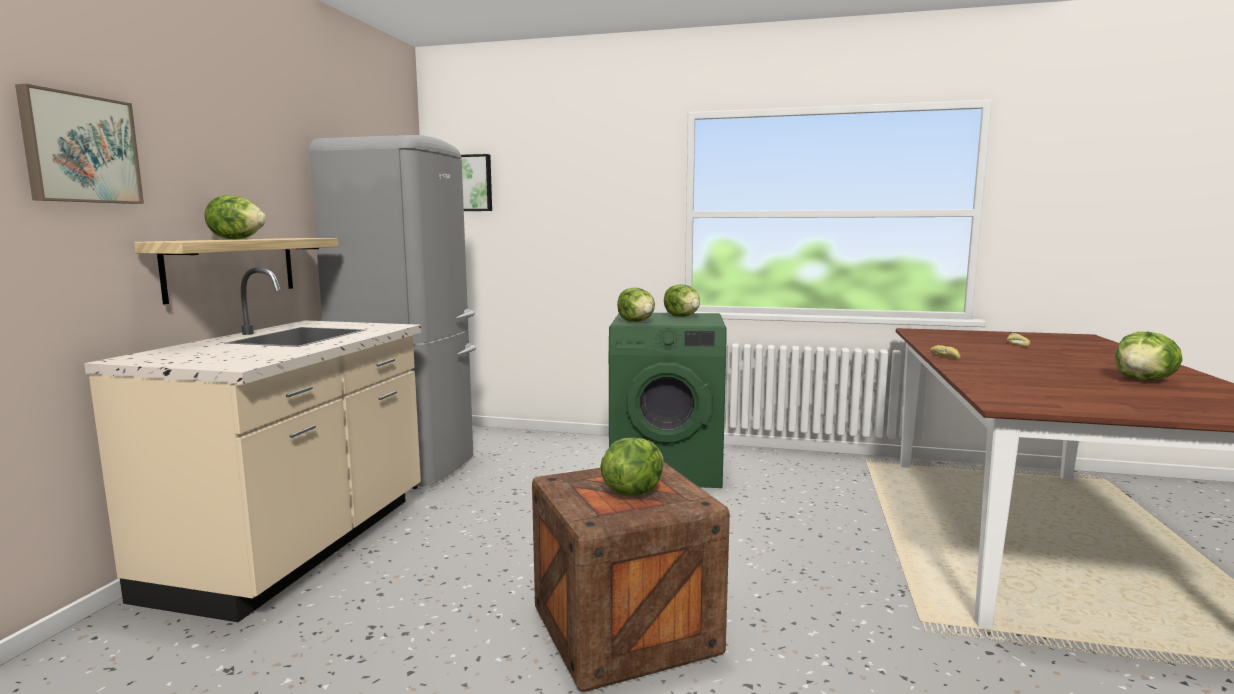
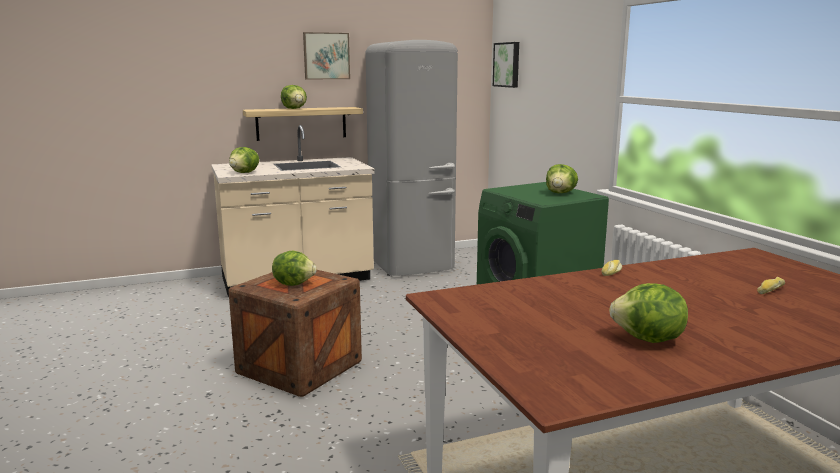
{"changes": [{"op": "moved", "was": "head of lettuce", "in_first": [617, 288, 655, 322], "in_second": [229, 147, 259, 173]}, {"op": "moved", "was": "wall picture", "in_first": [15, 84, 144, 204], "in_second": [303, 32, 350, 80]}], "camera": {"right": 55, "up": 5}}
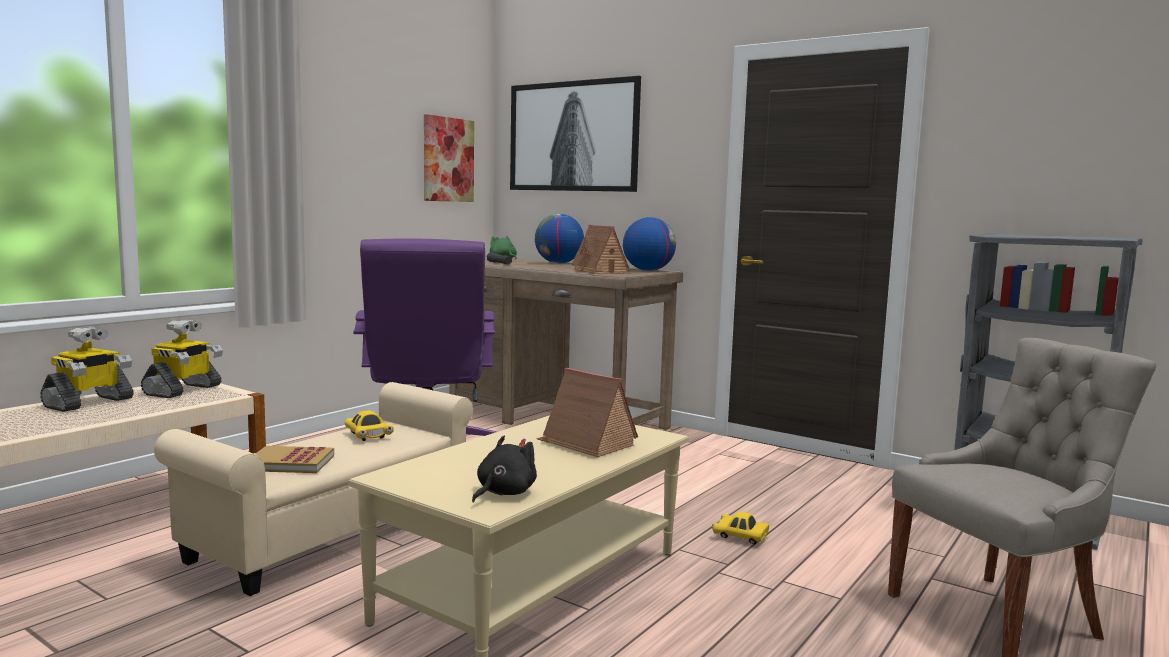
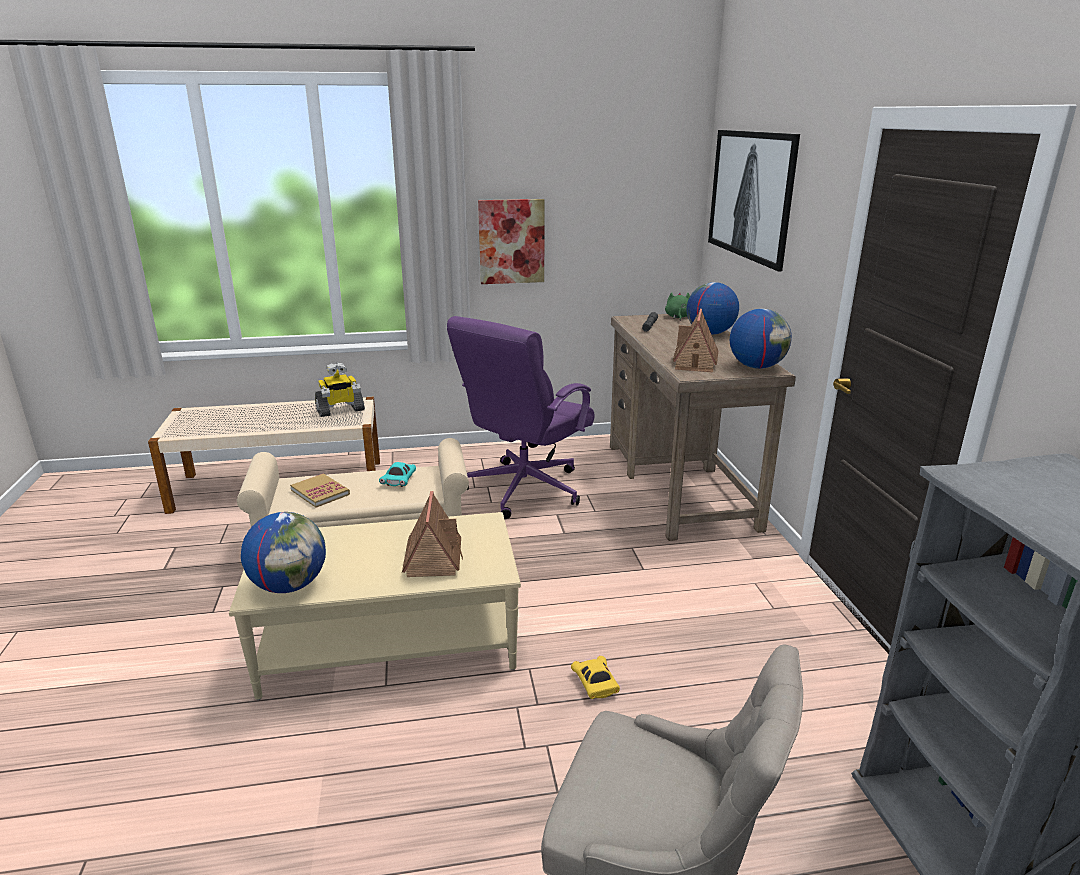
{"changes": [{"op": "replaced", "was": "black cuddly toy", "now": "world globe", "in_first": [472, 436, 537, 503], "in_second": [241, 512, 326, 593]}, {"op": "recoloured", "was": "yellowish miniature car", "now": "turquoise-coloured miniature car", "in_first": [345, 410, 394, 441], "in_second": [379, 462, 416, 487]}, {"op": "moved", "was": "wall picture", "in_first": [424, 114, 474, 202], "in_second": [478, 199, 545, 284]}, {"op": "removed", "was": "model robot", "in_first": [40, 327, 134, 412]}], "camera": {"right": 45, "up": 15}}
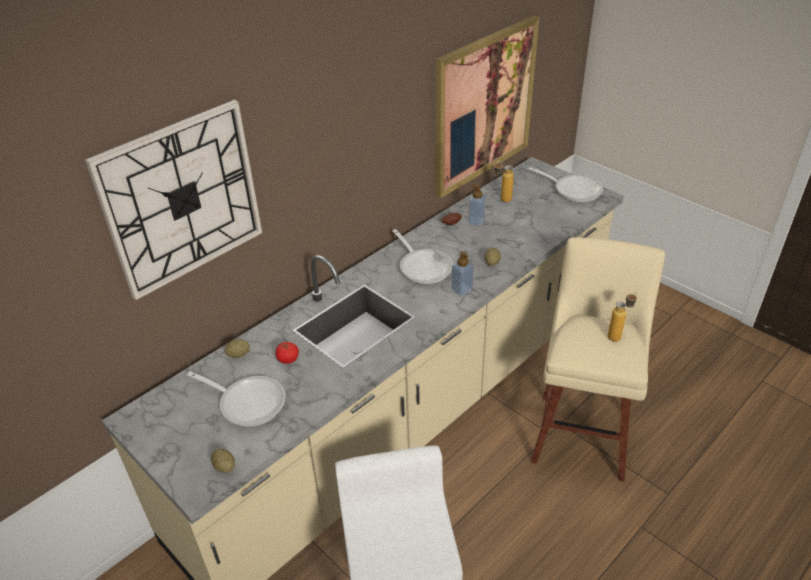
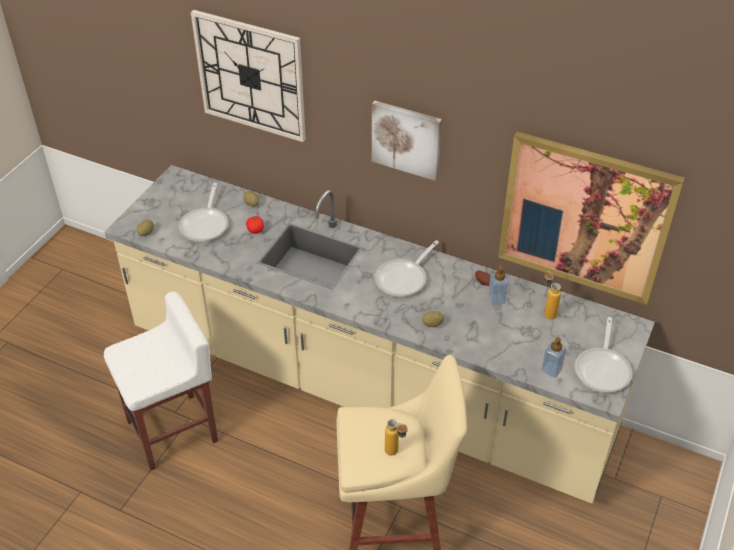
{"changes": [{"op": "added", "now": "wall picture", "in_second": [372, 101, 442, 181]}, {"op": "moved", "was": "liquid soap bottle", "in_first": [451, 252, 474, 296], "in_second": [541, 337, 566, 378]}], "camera": {"right": 70, "up": 5}}
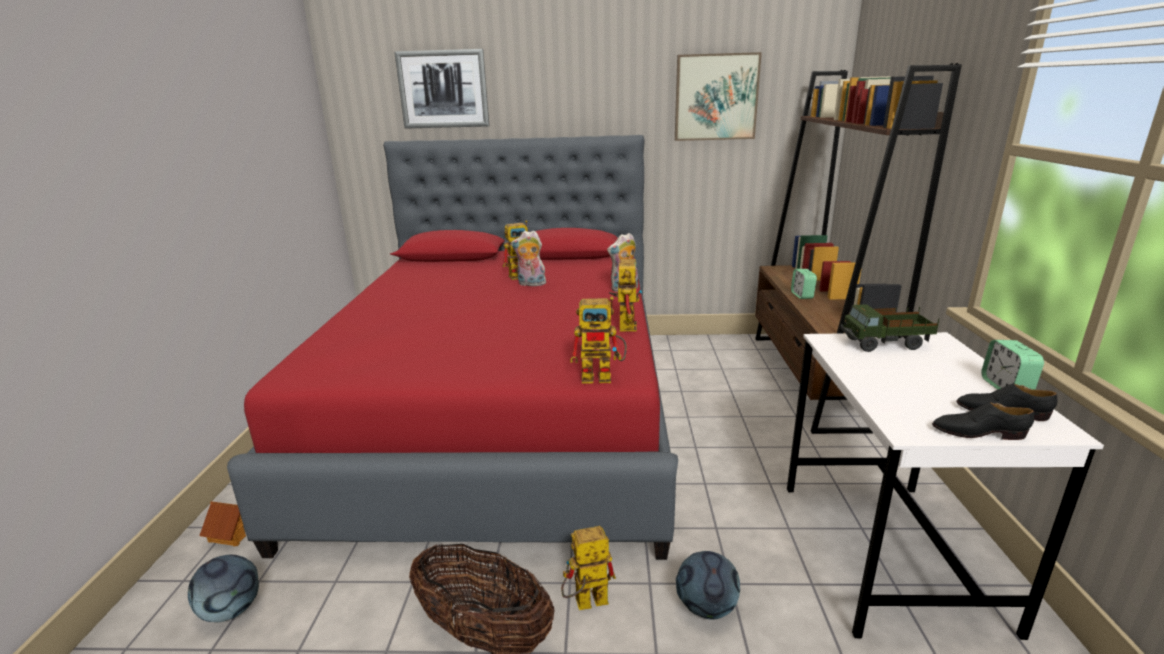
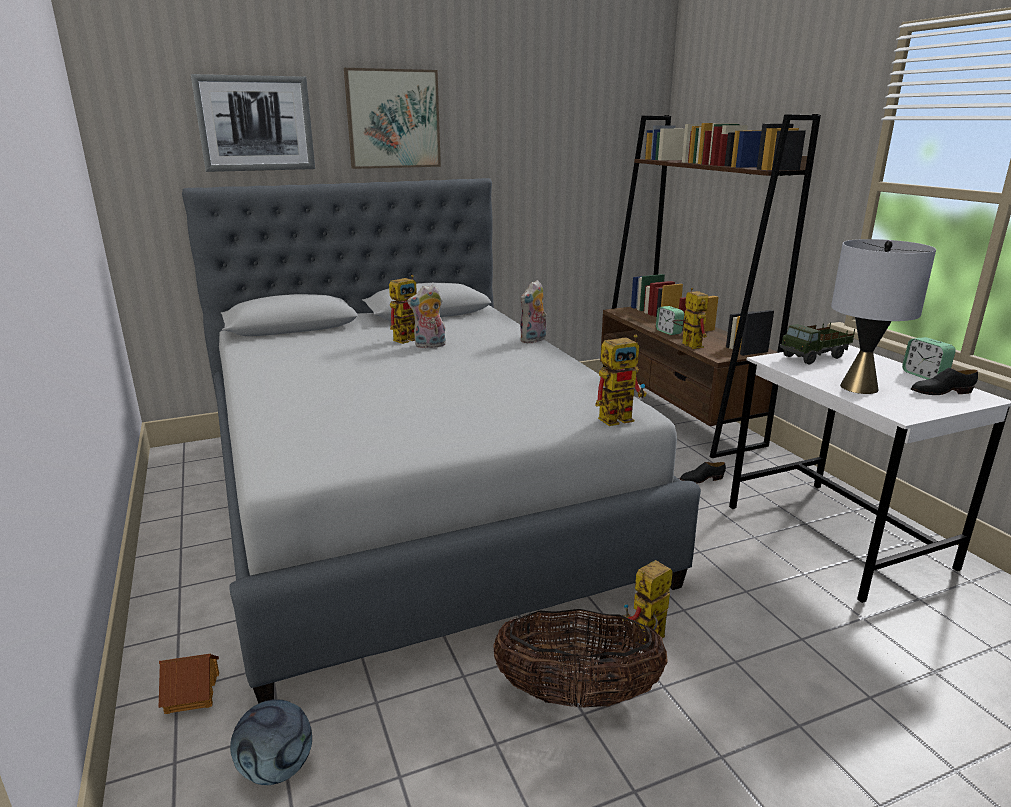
{"changes": [{"op": "recoloured", "was": "reddish bedroom bed", "now": "gray bedroom bed", "in_first": [227, 135, 678, 560], "in_second": [182, 178, 701, 704]}, {"op": "moved", "was": "wall picture", "in_first": [675, 52, 762, 141], "in_second": [344, 68, 441, 169]}, {"op": "moved", "was": "model robot", "in_first": [609, 254, 643, 331], "in_second": [672, 288, 709, 349]}, {"op": "moved", "was": "black item of footwear", "in_first": [932, 402, 1034, 440], "in_second": [680, 462, 726, 483]}, {"op": "added", "now": "gray tabletop lamp", "in_second": [831, 239, 936, 394]}, {"op": "removed", "was": "football", "in_first": [676, 551, 740, 619]}], "camera": {"right": -25, "up": 0}}
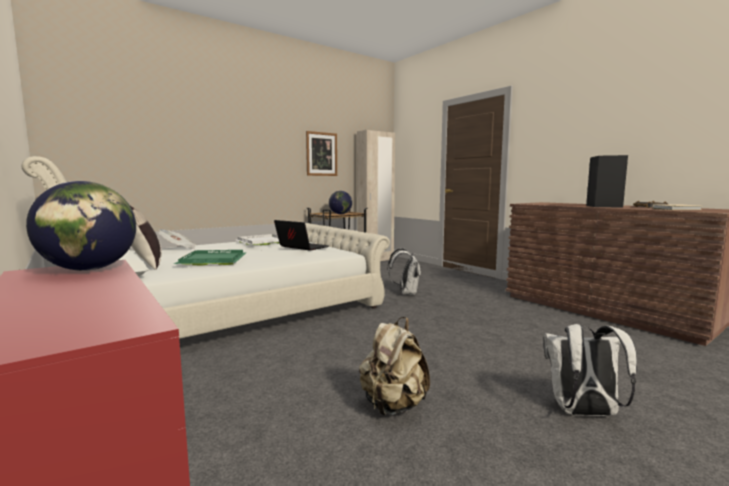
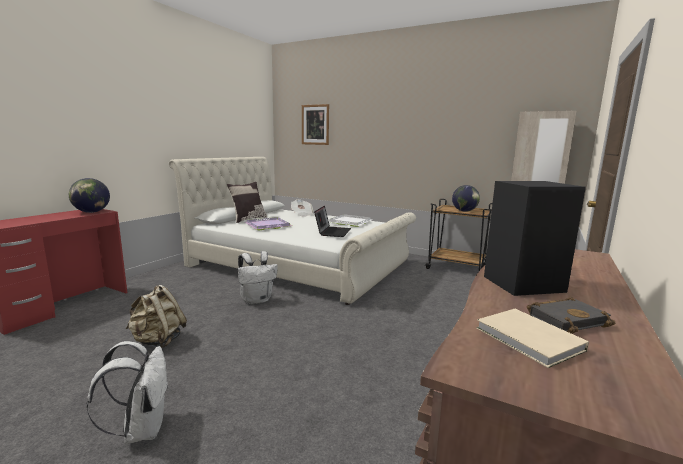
{"changes": [{"op": "moved", "was": "white-coloured rucksack", "in_first": [388, 248, 421, 296], "in_second": [238, 251, 278, 305]}, {"op": "recoloured", "was": "greenish tray", "now": "purple tray", "in_first": [174, 250, 246, 266], "in_second": [245, 217, 292, 231]}, {"op": "moved", "was": "wall picture", "in_first": [306, 131, 337, 176], "in_second": [302, 104, 329, 145]}], "camera": {"right": 65, "up": 5}}
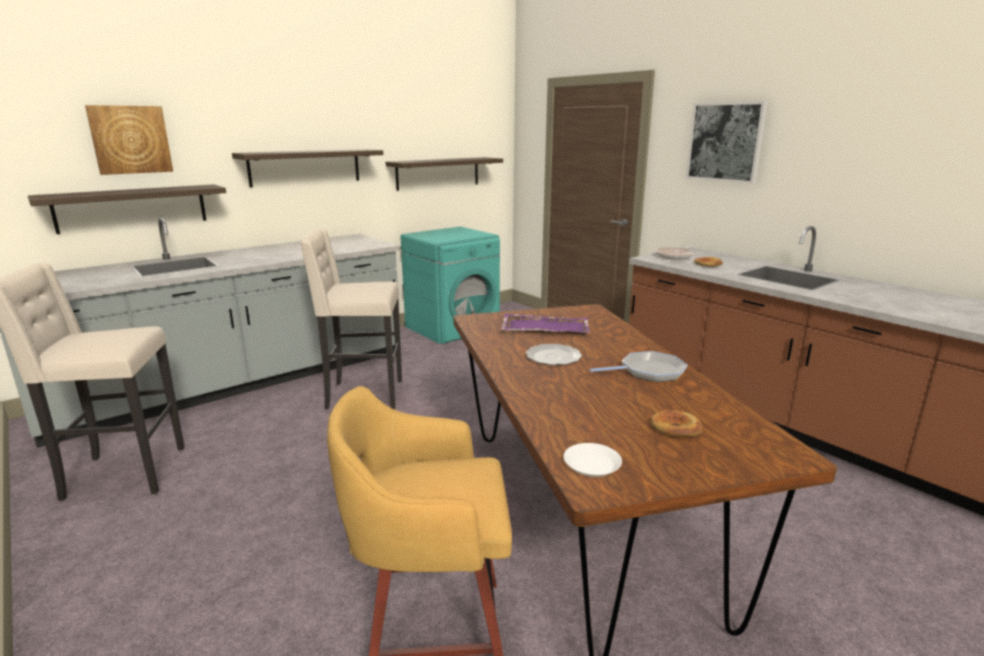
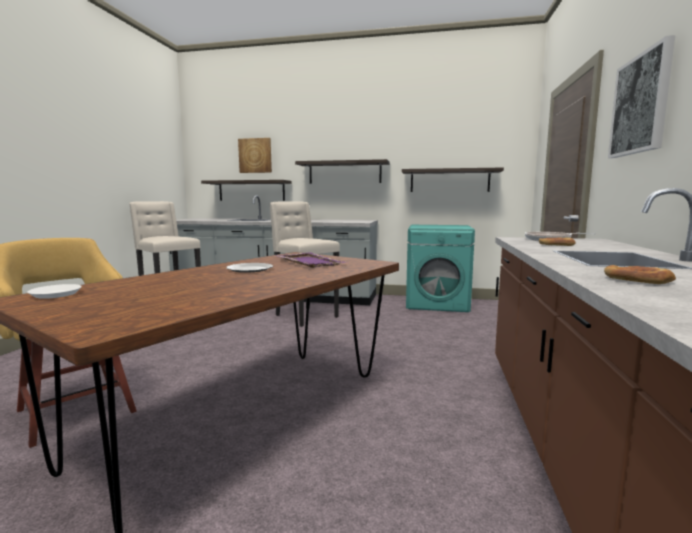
{"changes": [{"op": "moved", "was": "bread", "in_first": [651, 410, 703, 437], "in_second": [604, 265, 676, 284]}, {"op": "removed", "was": "frying pan", "in_first": [589, 351, 688, 382]}], "camera": {"right": 50, "up": -10}}
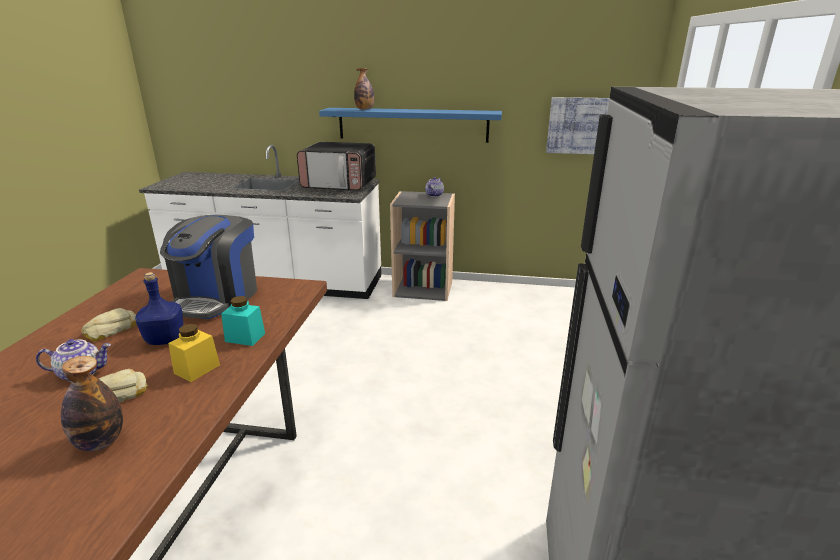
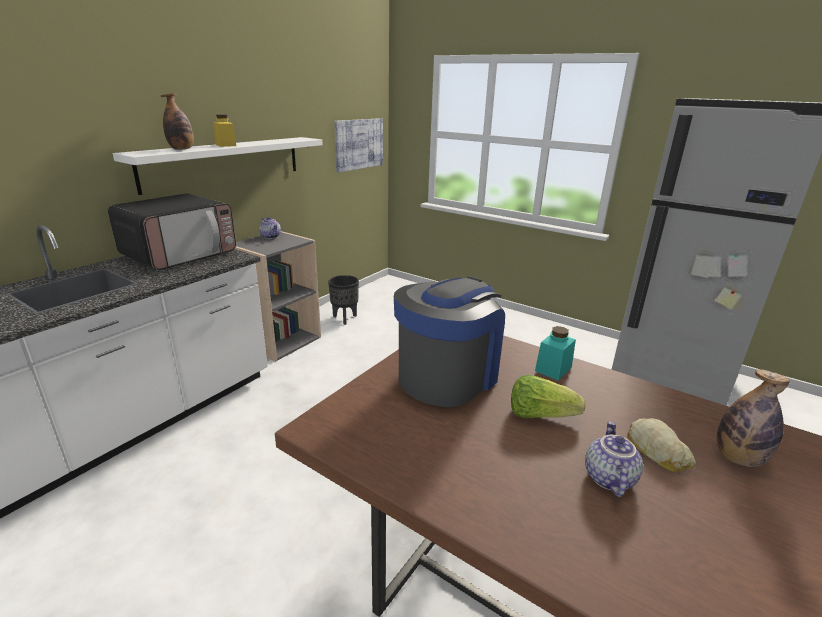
{"changes": [{"op": "recoloured", "was": "blue shelf", "now": "white-coloured shelf", "in_first": [319, 108, 502, 143], "in_second": [113, 137, 323, 195]}, {"op": "moved", "was": "yellowish jar", "in_first": [168, 324, 220, 382], "in_second": [213, 114, 236, 147]}, {"op": "added", "now": "black planter", "in_second": [328, 275, 359, 325]}, {"op": "turned", "was": "coffee machine", "in_first": [160, 215, 257, 319], "in_second": [394, 276, 505, 407], "clockwise": -90}, {"op": "replaced", "was": "blue bottle", "now": "head of lettuce", "in_first": [135, 272, 183, 345], "in_second": [511, 375, 585, 418]}, {"op": "removed", "was": "bread", "in_first": [81, 308, 136, 341]}], "camera": {"right": -65, "up": 0}}
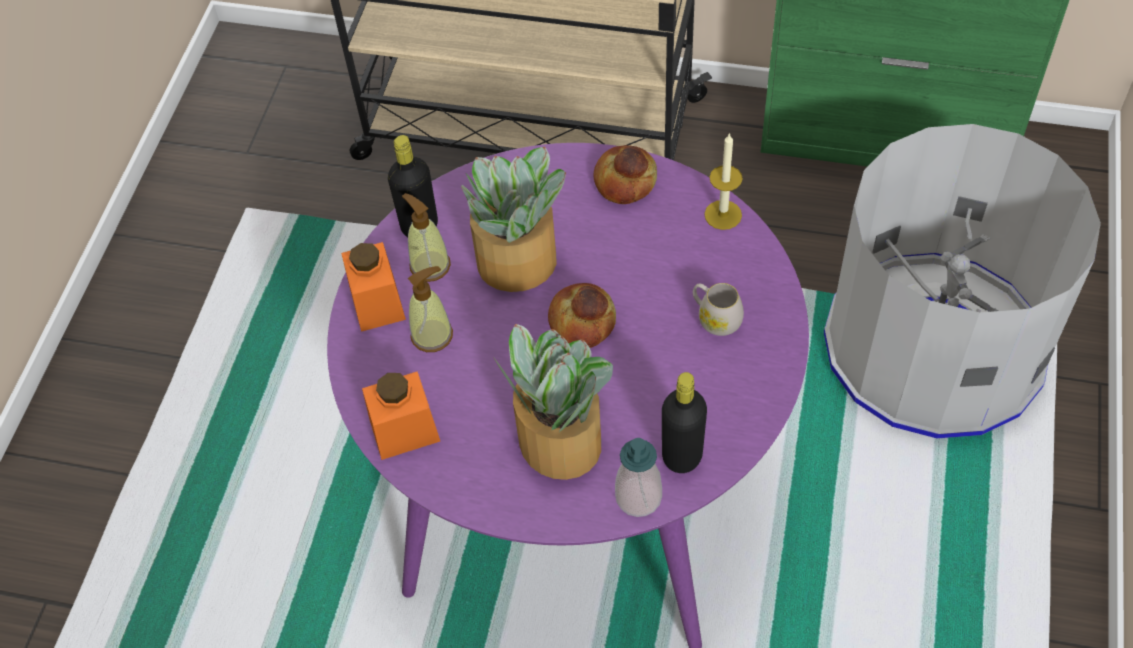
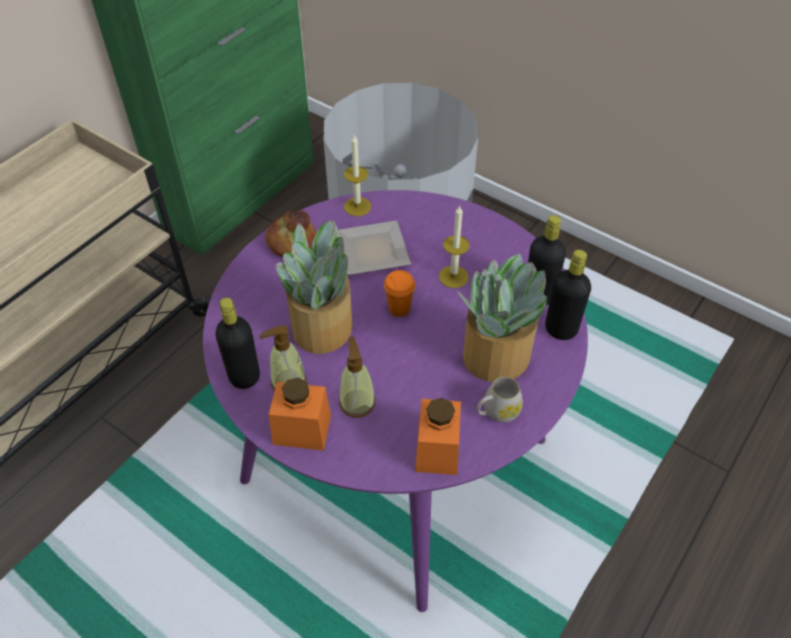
{"changes": [{"op": "added", "now": "dinner plate", "in_second": [338, 221, 411, 275]}, {"op": "replaced", "was": "bread", "now": "orange-coloured cup", "in_first": [548, 283, 616, 348], "in_second": [384, 270, 415, 317]}, {"op": "added", "now": "candle", "in_second": [439, 205, 470, 288]}, {"op": "moved", "was": "white-coloured coffee mug", "in_first": [693, 283, 744, 336], "in_second": [477, 376, 523, 422]}, {"op": "replaced", "was": "liquid soap bottle", "now": "black bottle", "in_first": [615, 438, 662, 517], "in_second": [545, 250, 591, 340]}], "camera": {"right": -70, "up": -5}}
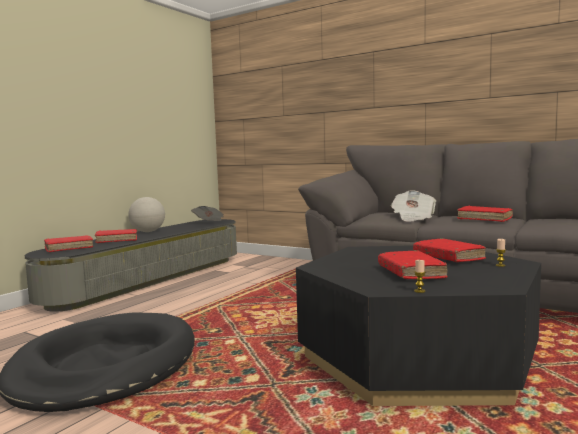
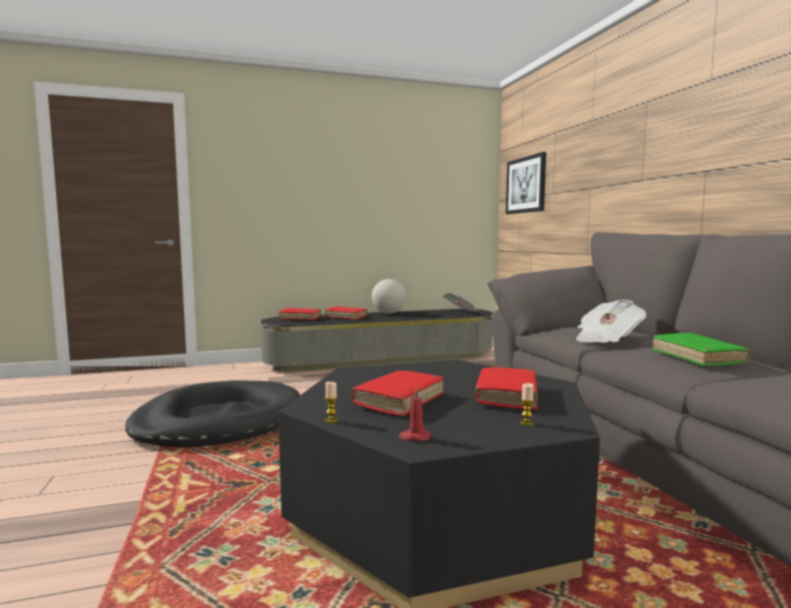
{"changes": [{"op": "added", "now": "reddish candle", "in_second": [399, 387, 431, 441]}, {"op": "added", "now": "wall picture", "in_second": [506, 152, 546, 214]}, {"op": "recoloured", "was": "reddish bound book", "now": "greenish bound book", "in_first": [457, 206, 513, 222], "in_second": [652, 333, 751, 366]}], "camera": {"right": 40, "up": 0}}
